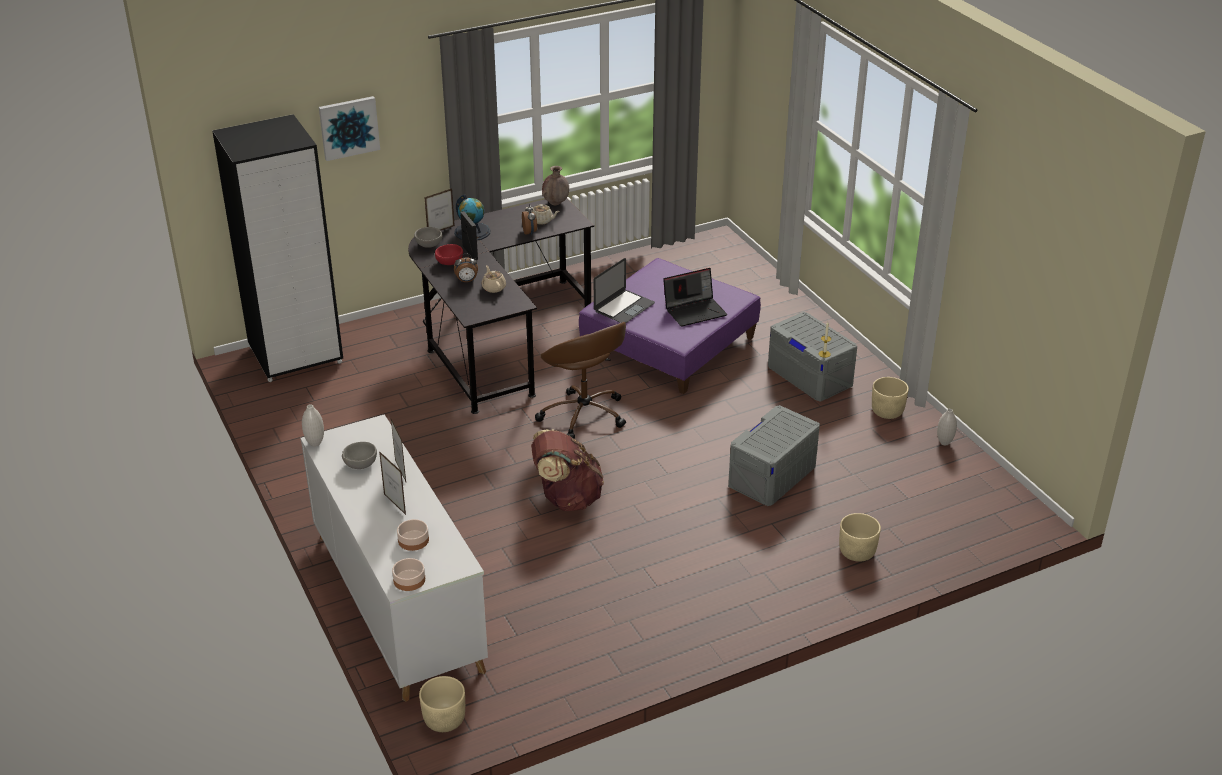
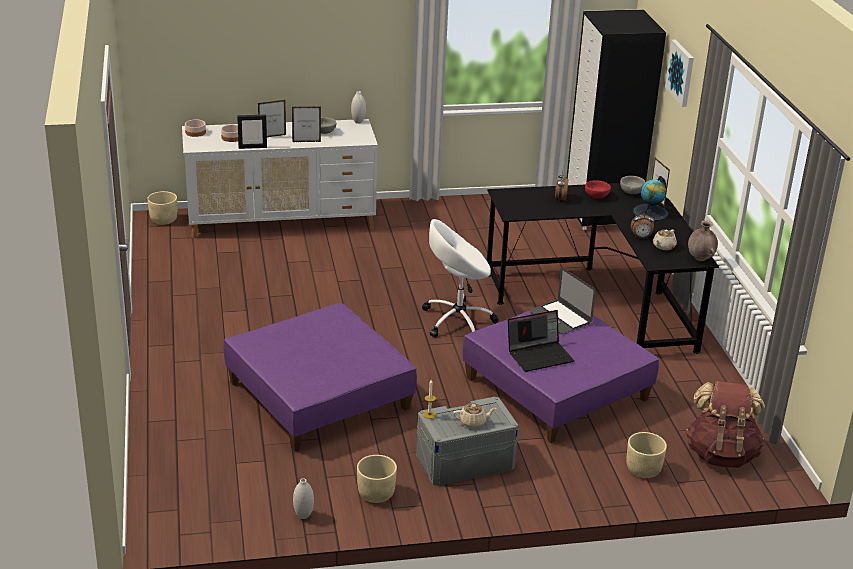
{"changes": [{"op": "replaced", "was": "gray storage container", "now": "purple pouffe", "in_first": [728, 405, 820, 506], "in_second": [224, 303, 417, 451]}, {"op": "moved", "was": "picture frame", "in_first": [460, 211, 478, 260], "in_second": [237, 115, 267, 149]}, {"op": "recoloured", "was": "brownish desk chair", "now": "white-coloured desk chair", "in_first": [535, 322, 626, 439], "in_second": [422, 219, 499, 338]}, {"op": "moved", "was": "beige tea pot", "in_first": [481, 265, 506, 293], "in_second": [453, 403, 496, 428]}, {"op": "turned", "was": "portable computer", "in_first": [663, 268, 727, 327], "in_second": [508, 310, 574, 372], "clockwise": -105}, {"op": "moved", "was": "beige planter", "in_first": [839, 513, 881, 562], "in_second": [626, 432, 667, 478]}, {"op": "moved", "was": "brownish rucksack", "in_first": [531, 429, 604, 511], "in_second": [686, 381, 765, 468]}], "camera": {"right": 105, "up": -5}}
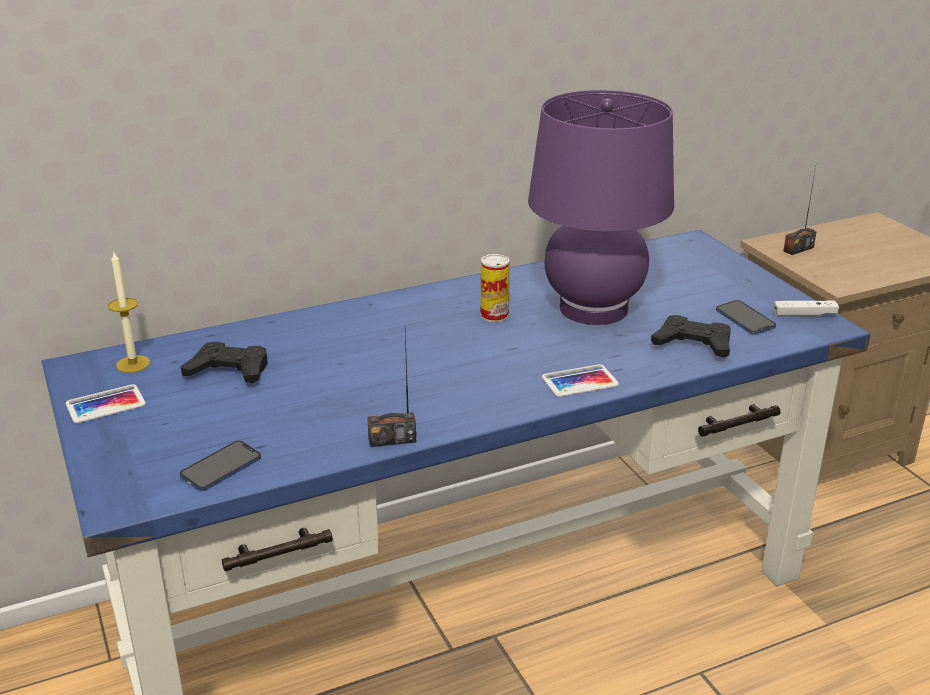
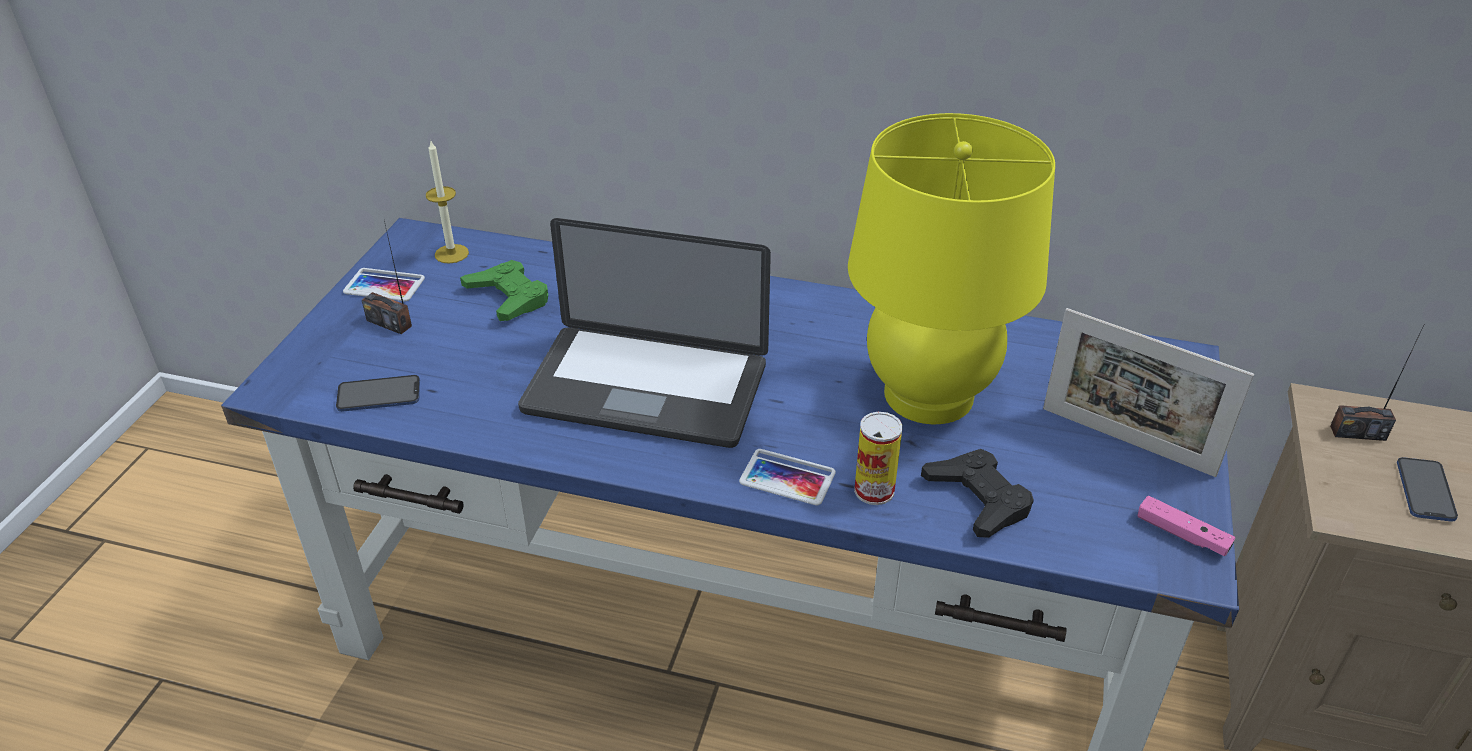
{"changes": [{"op": "moved", "was": "radio", "in_first": [367, 331, 416, 447], "in_second": [362, 221, 412, 334]}, {"op": "recoloured", "was": "black gamepad", "now": "greenish gamepad", "in_first": [181, 341, 268, 383], "in_second": [460, 260, 548, 321]}, {"op": "added", "now": "portable computer", "in_second": [518, 218, 771, 448]}, {"op": "recoloured", "was": "purple tabletop lamp", "now": "yellowish tabletop lamp", "in_first": [528, 90, 674, 325], "in_second": [848, 113, 1055, 424]}, {"op": "moved", "was": "can", "in_first": [480, 254, 510, 323], "in_second": [854, 412, 902, 505]}, {"op": "added", "now": "picture frame", "in_second": [1043, 308, 1254, 477]}, {"op": "recoloured", "was": "white-coloured gamepad", "now": "pinkish gamepad", "in_first": [774, 301, 839, 317], "in_second": [1137, 496, 1235, 556]}, {"op": "moved", "was": "telephone", "in_first": [716, 300, 776, 335], "in_second": [1397, 457, 1458, 522]}], "camera": {"right": 40, "up": 10}}
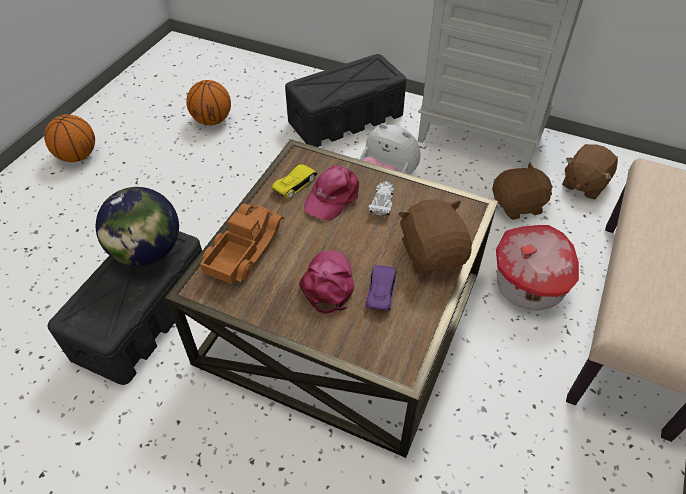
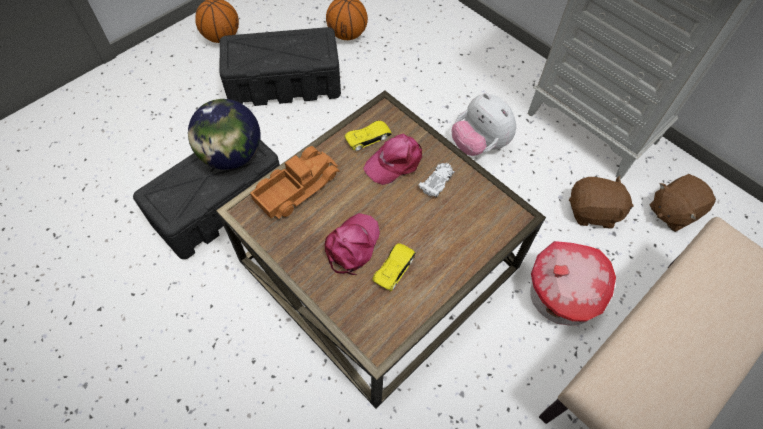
{"changes": [{"op": "moved", "was": "black storage container", "in_first": [285, 54, 406, 147], "in_second": [220, 27, 341, 106]}, {"op": "recoloured", "was": "purple miniature car", "now": "yellowish miniature car", "in_first": [365, 265, 397, 312], "in_second": [372, 243, 416, 291]}, {"op": "removed", "was": "brownish cuddly toy", "in_first": [398, 199, 472, 274]}], "camera": {"right": 20, "up": 10}}
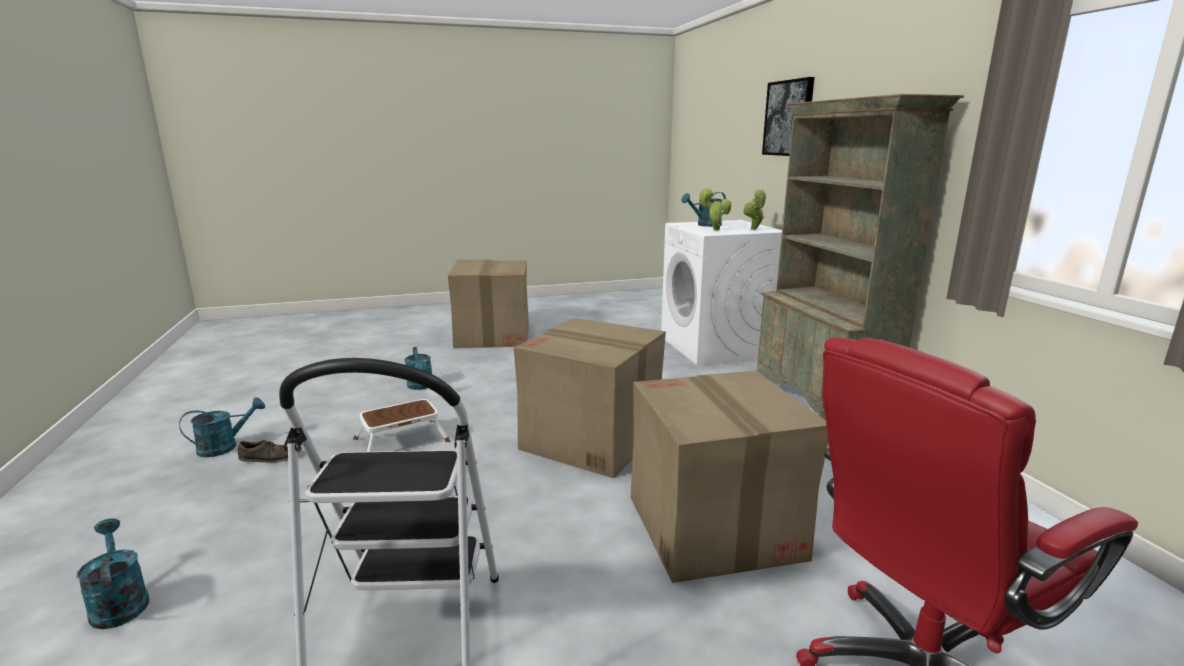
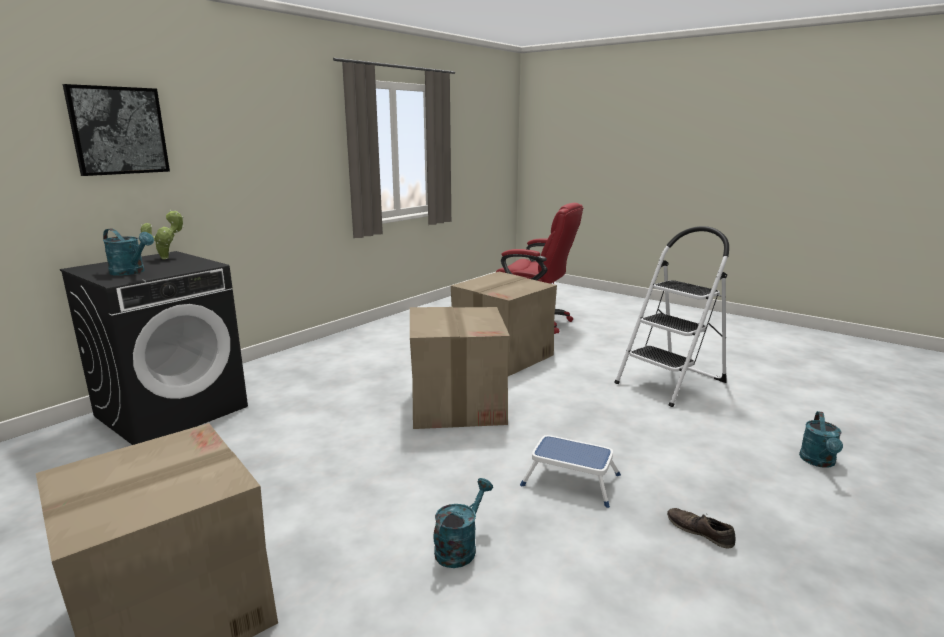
{"changes": [{"op": "recoloured", "was": "white-coloured washing machine", "now": "black washing machine", "in_first": [661, 220, 782, 366], "in_second": [60, 251, 248, 445]}, {"op": "recoloured", "was": "brownish step stool", "now": "blue step stool", "in_first": [353, 399, 450, 452], "in_second": [520, 435, 621, 508]}, {"op": "removed", "was": "turquoise-coloured sprinkling can", "in_first": [179, 397, 265, 457]}, {"op": "removed", "was": "houseplant", "in_first": [699, 188, 731, 231]}, {"op": "removed", "was": "greenish bookcase", "in_first": [757, 94, 964, 421]}], "camera": {"right": -125, "up": 0}}
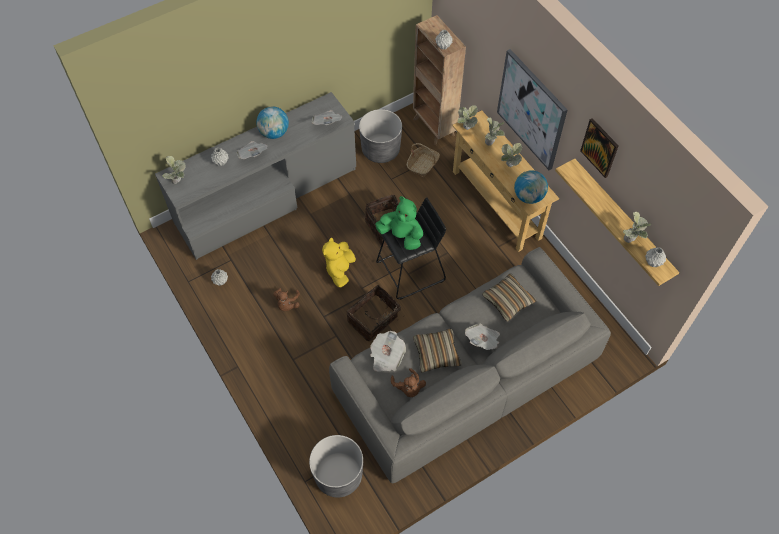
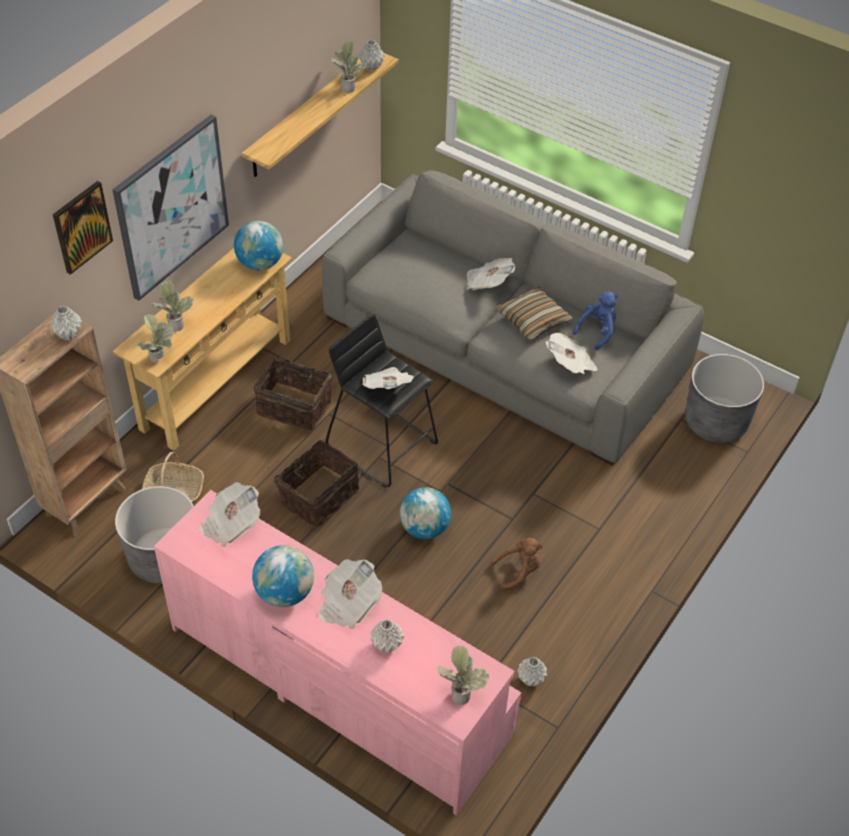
{"changes": [{"op": "moved", "was": "wall picture", "in_first": [580, 118, 618, 178], "in_second": [53, 181, 113, 275]}, {"op": "recoloured", "was": "gray tv stand", "now": "pinkish tv stand", "in_first": [155, 92, 356, 260], "in_second": [154, 490, 522, 815]}, {"op": "moved", "was": "basket", "in_first": [347, 285, 405, 341], "in_second": [254, 355, 333, 431]}, {"op": "replaced", "was": "greenish cuddly toy", "now": "daily paper", "in_first": [375, 196, 423, 250], "in_second": [363, 367, 414, 389]}, {"op": "replaced", "was": "yellowish cuddly toy", "now": "world globe", "in_first": [322, 238, 356, 288], "in_second": [400, 487, 451, 539]}, {"op": "recoloured", "was": "brownish cuddly toy", "now": "blue cuddly toy", "in_first": [391, 368, 426, 397], "in_second": [572, 291, 618, 350]}, {"op": "removed", "was": "pillow", "in_first": [482, 274, 537, 322]}, {"op": "removed", "was": "houseplant", "in_first": [501, 143, 522, 167]}], "camera": {"right": -115, "up": -10}}
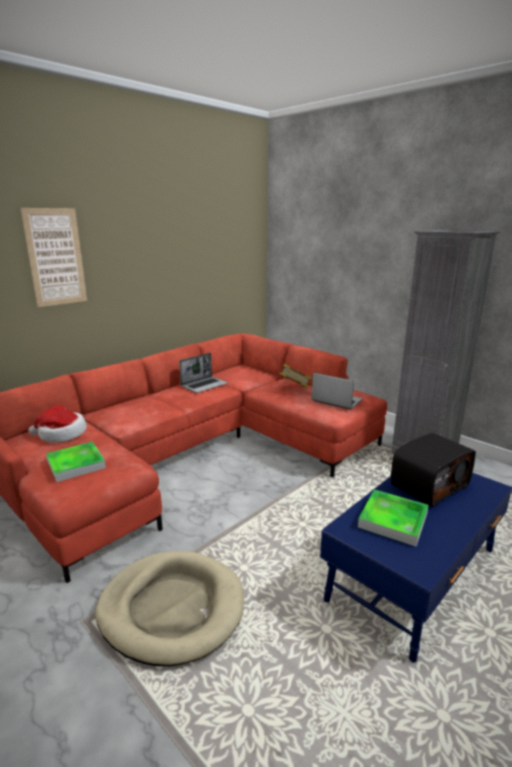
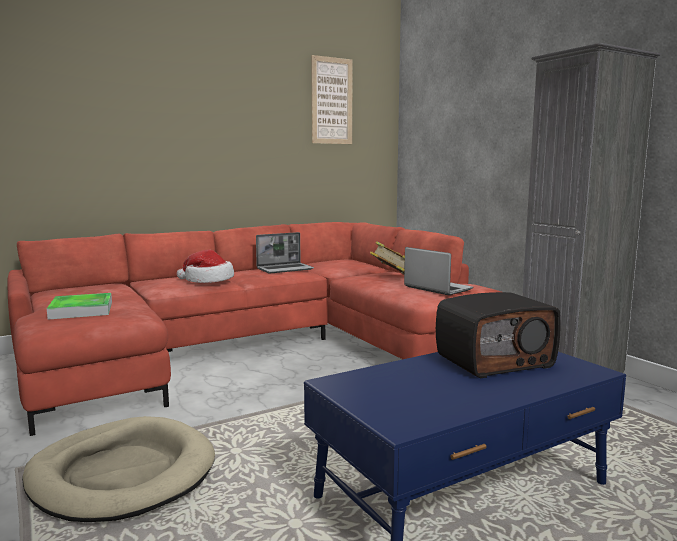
{"changes": [{"op": "moved", "was": "wearable hat", "in_first": [28, 406, 87, 443], "in_second": [177, 250, 234, 283]}, {"op": "moved", "was": "wall picture", "in_first": [21, 208, 87, 307], "in_second": [311, 55, 353, 144]}, {"op": "removed", "was": "tray", "in_first": [358, 490, 429, 547]}], "camera": {"right": 15, "up": -10}}
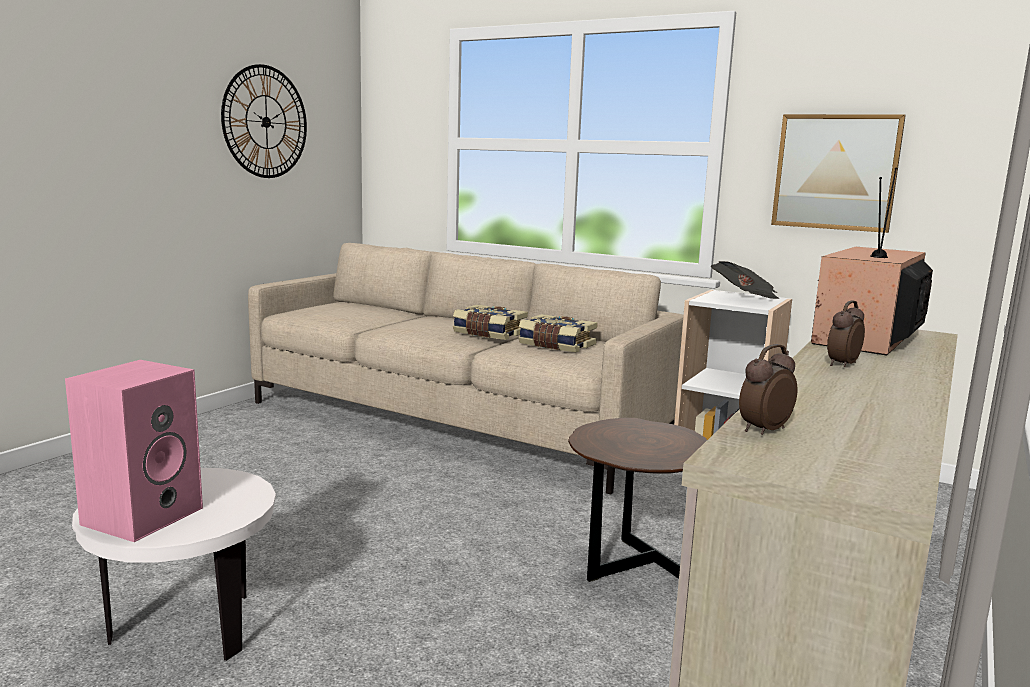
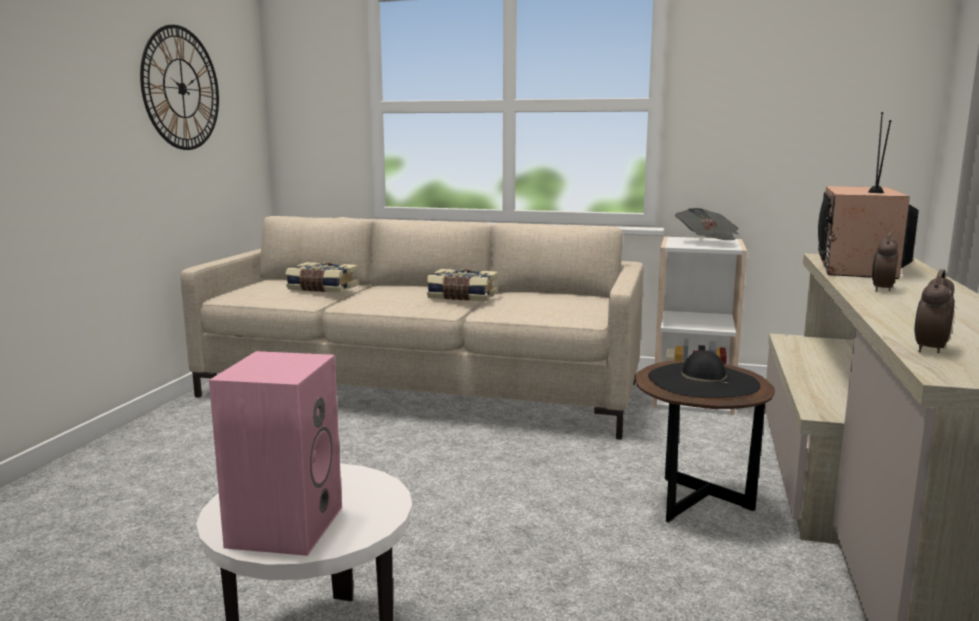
{"changes": [{"op": "moved", "was": "bound book", "in_first": [519, 314, 597, 352], "in_second": [286, 262, 359, 293]}, {"op": "added", "now": "black wearable hat", "in_second": [648, 350, 760, 398]}, {"op": "removed", "was": "wall picture", "in_first": [771, 114, 906, 233]}], "camera": {"right": -15, "up": 0}}
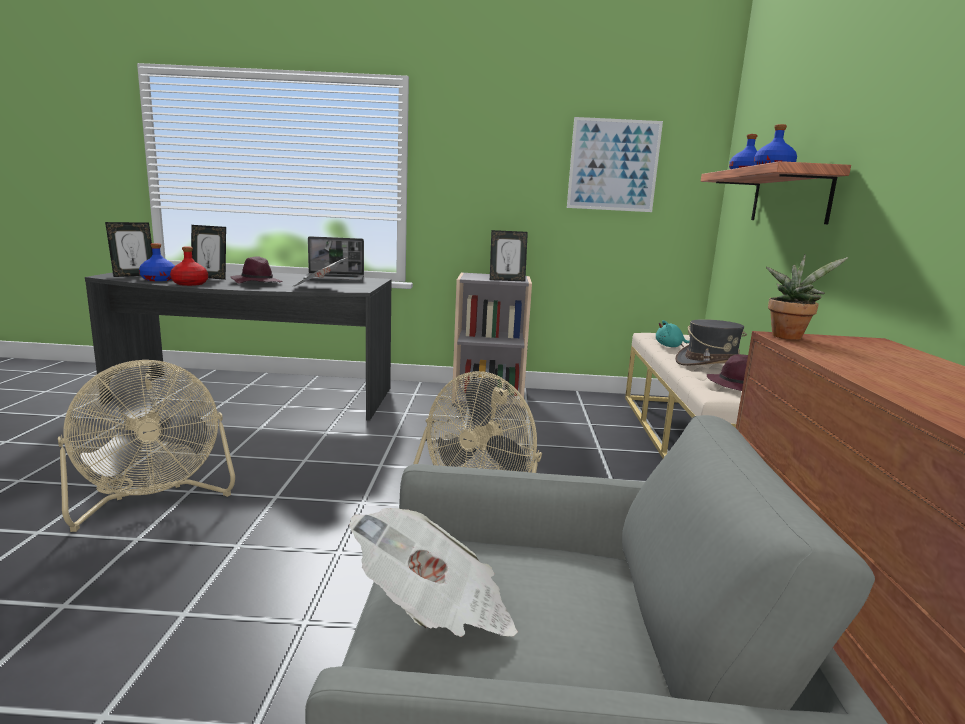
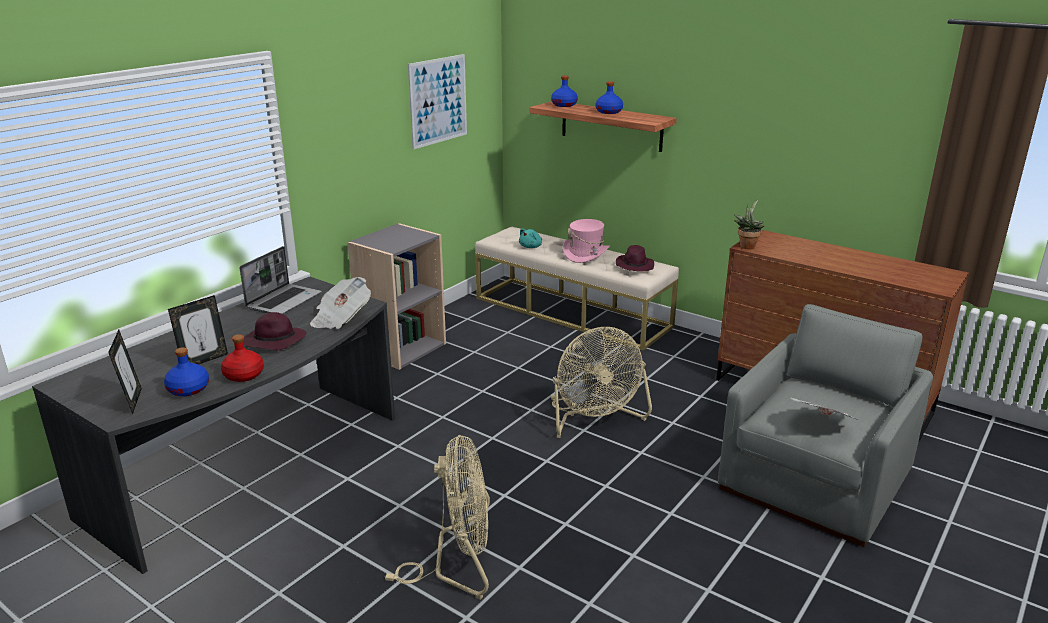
{"changes": [{"op": "recoloured", "was": "gray wearable hat", "now": "pinkish wearable hat", "in_first": [675, 319, 747, 366], "in_second": [563, 219, 610, 263]}, {"op": "removed", "was": "picture frame", "in_first": [490, 230, 528, 281]}], "camera": {"right": -55, "up": 10}}
